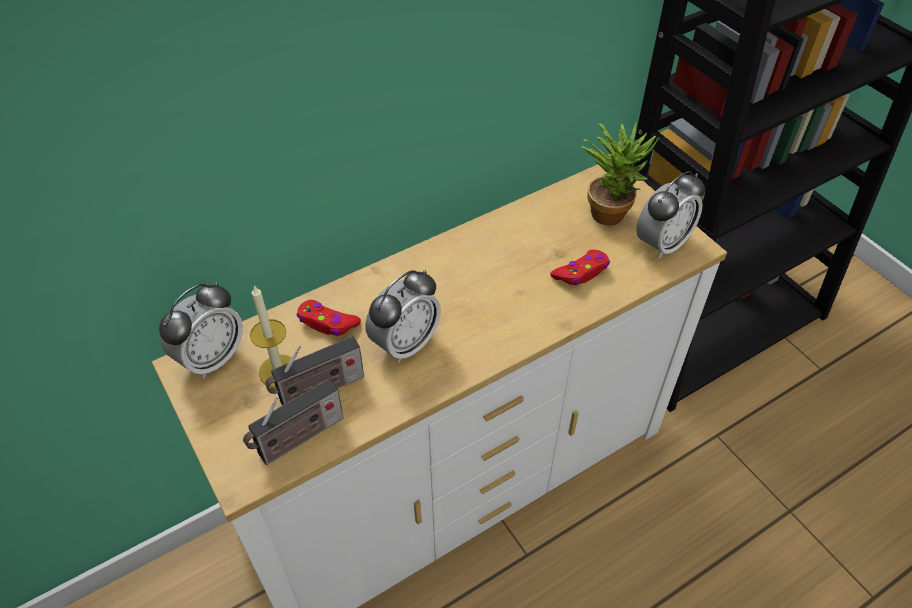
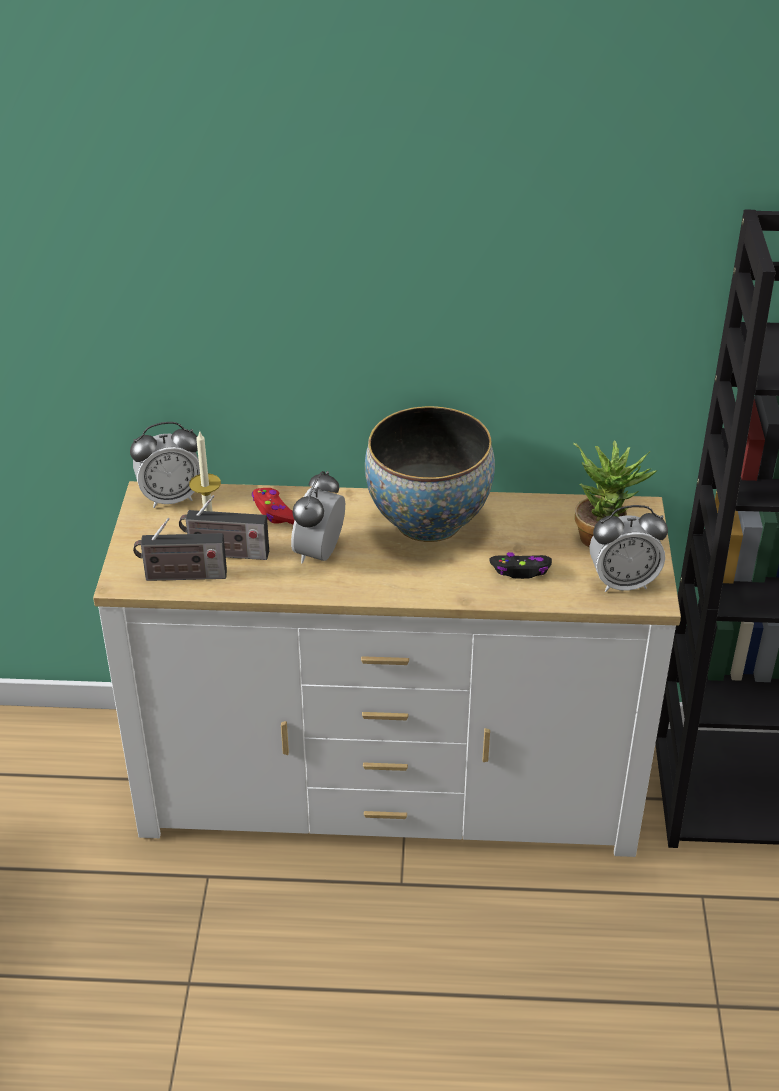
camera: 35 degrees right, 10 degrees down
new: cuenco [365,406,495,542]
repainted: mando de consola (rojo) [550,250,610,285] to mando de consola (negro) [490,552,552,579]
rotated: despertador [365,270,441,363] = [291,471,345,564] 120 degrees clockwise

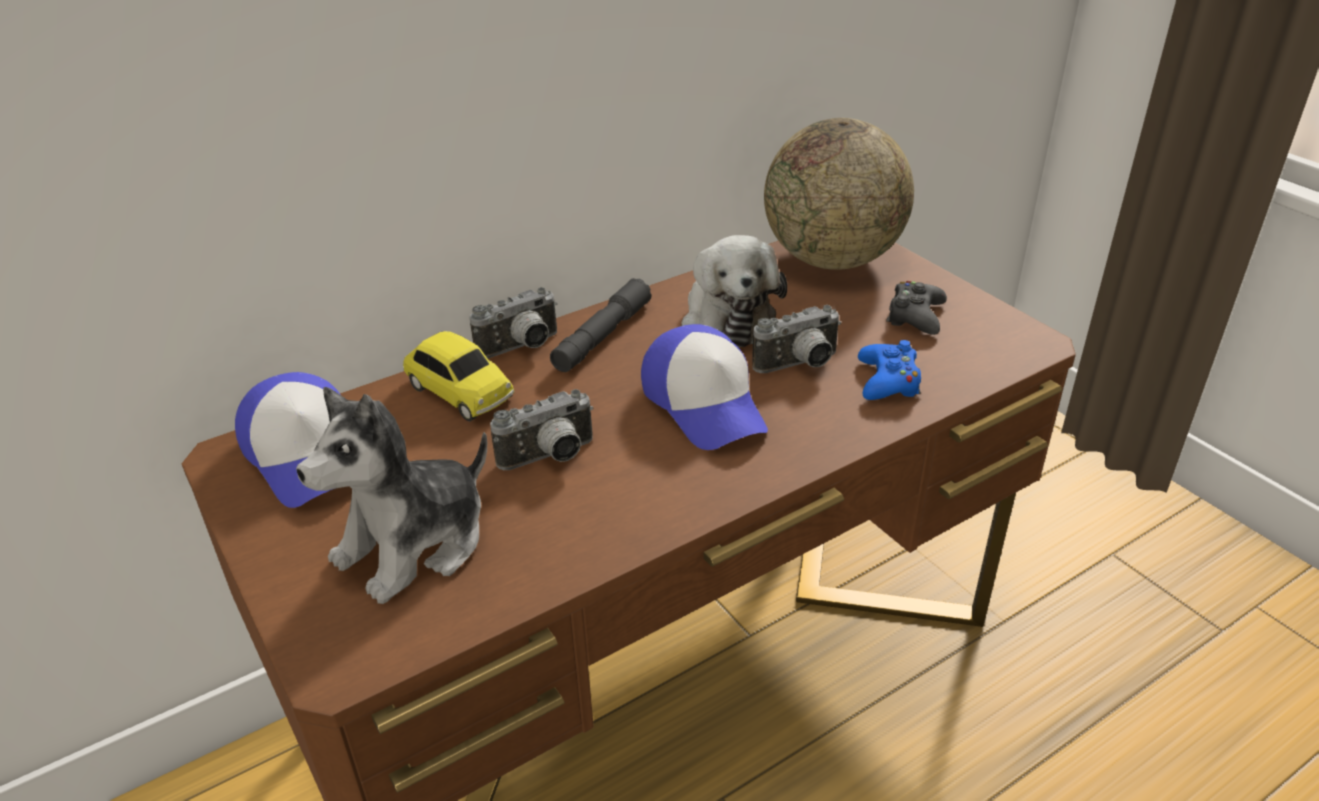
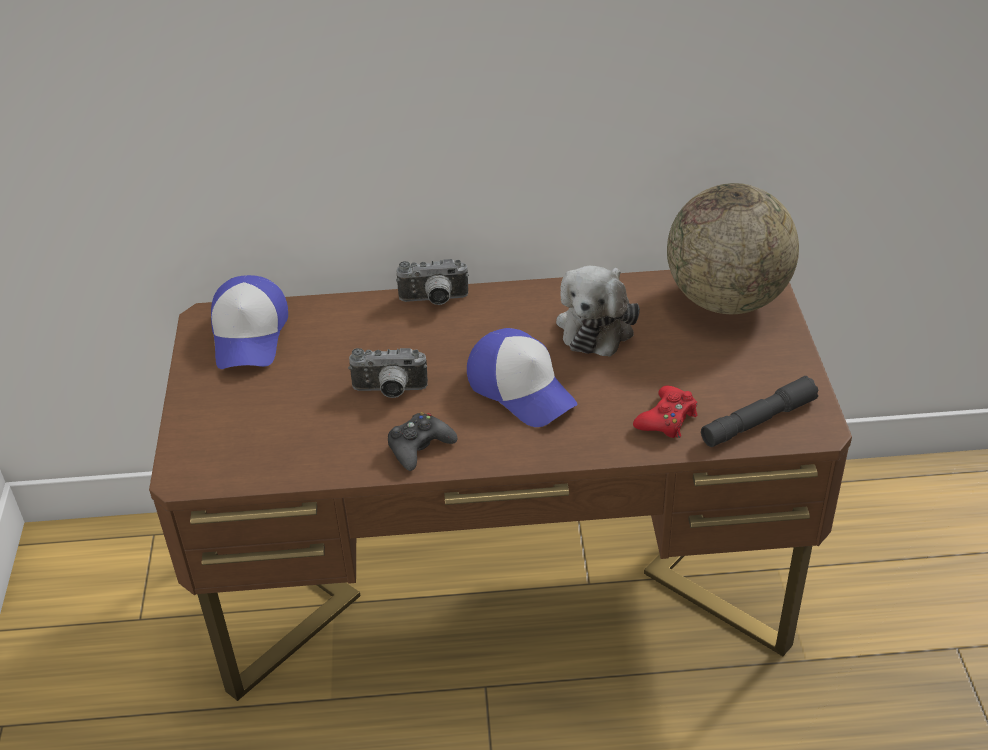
camera: 30 degrees right, 5 degrees up
gone: peluche [296,387,487,604]; coche de juguete [403,331,514,422]; cámara [752,305,841,373]
shifted: mando de consola (negro) [886,281,947,335] to [388,412,458,471]; linterna (gris) [550,278,652,372] to [701,376,819,447]
repainted: mando de consola (azul) [858,340,921,400] to mando de consola (rojo) [633,386,697,438]
rotated: gorra [641,324,768,450] = [467,328,577,427] 45 degrees counterclockwise

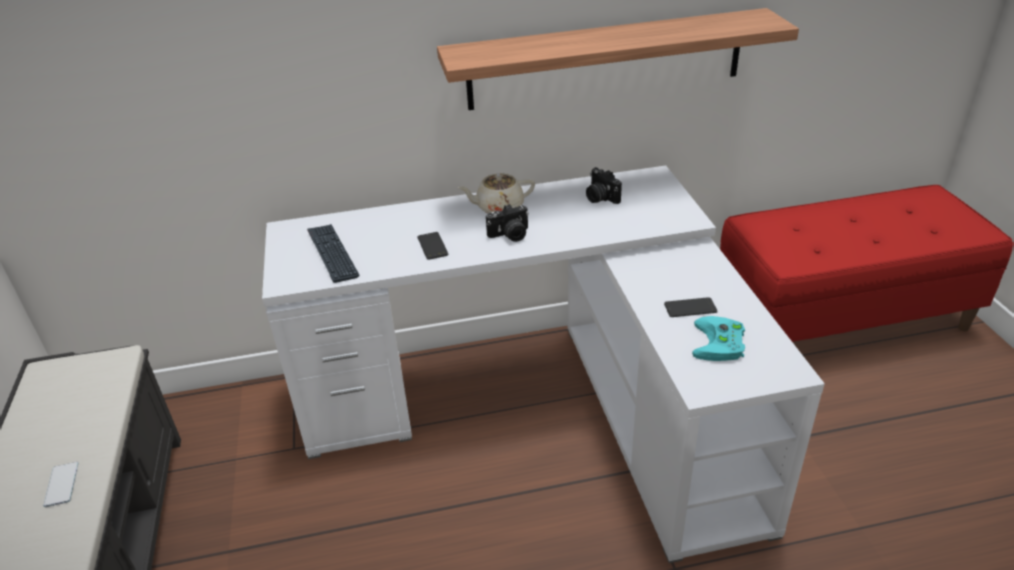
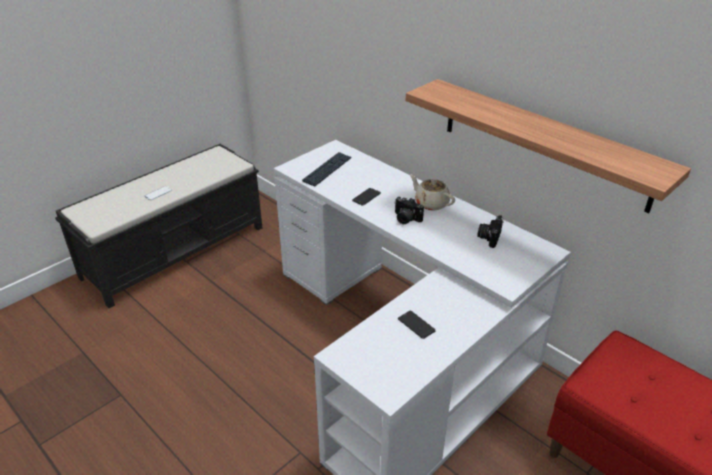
camera: 55 degrees right, 0 degrees up
gone: mando de consola (turquesa) [692,316,745,361]

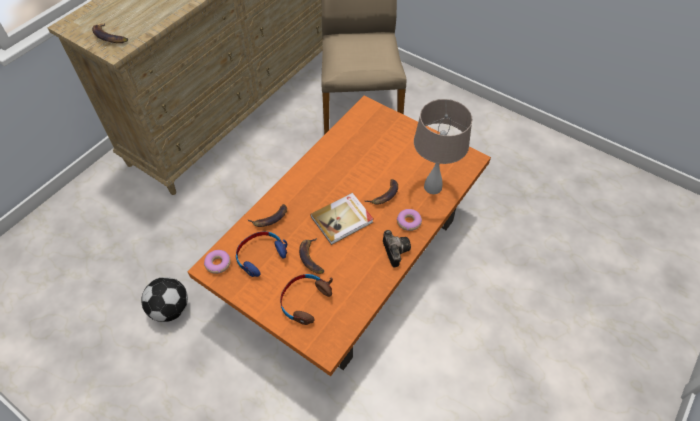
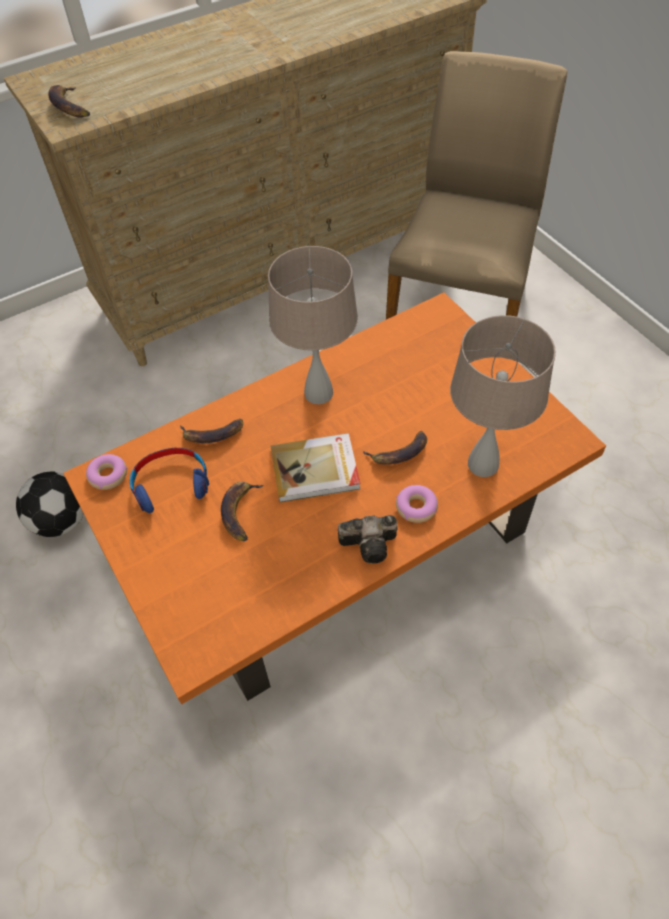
camera: 25 degrees right, 0 degrees up
gone: auriculares (marrón) [280,274,333,325]
new: lámpara de mesa (beis) [268,246,358,404]
rotated: cámara [383,230,411,267] = [338,515,397,564] 75 degrees clockwise

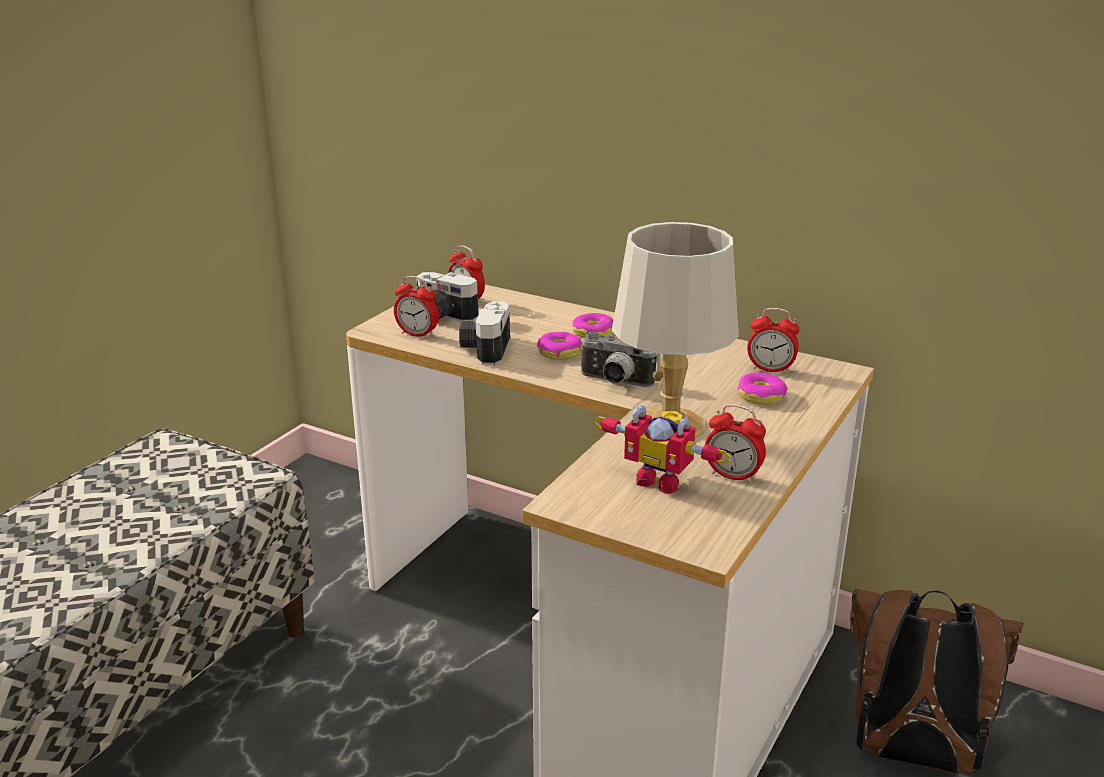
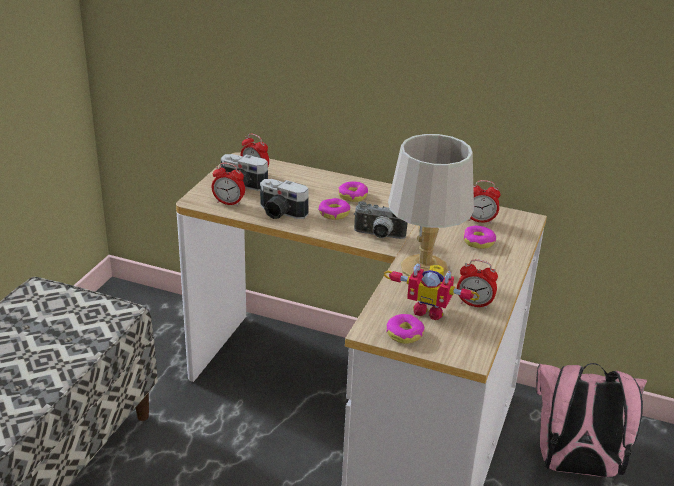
camera: 10 degrees left, 5 degrees up
new: rosquilla [386,314,425,344]
repainted: mochila (marrón) [850,588,1024,774] to mochila (rosa) [536,363,647,477]
rotated: cámara [459,301,510,365] = [260,179,309,219] 60 degrees counterclockwise

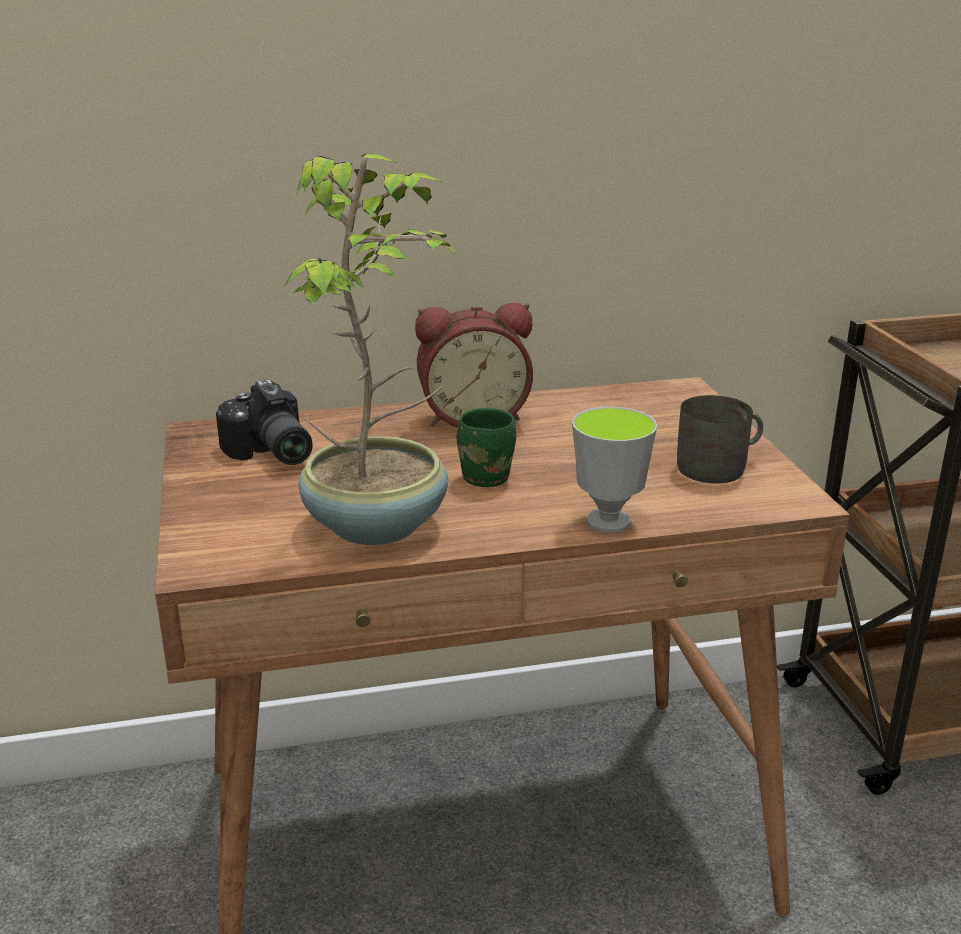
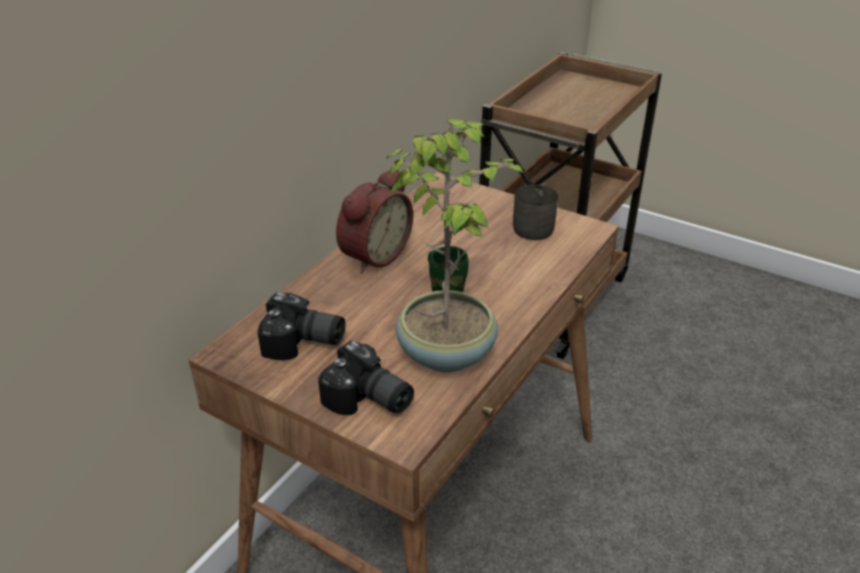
camera: 45 degrees left, 10 degrees up
gone: taza [572,407,657,533]
new: cámara [318,341,414,415]

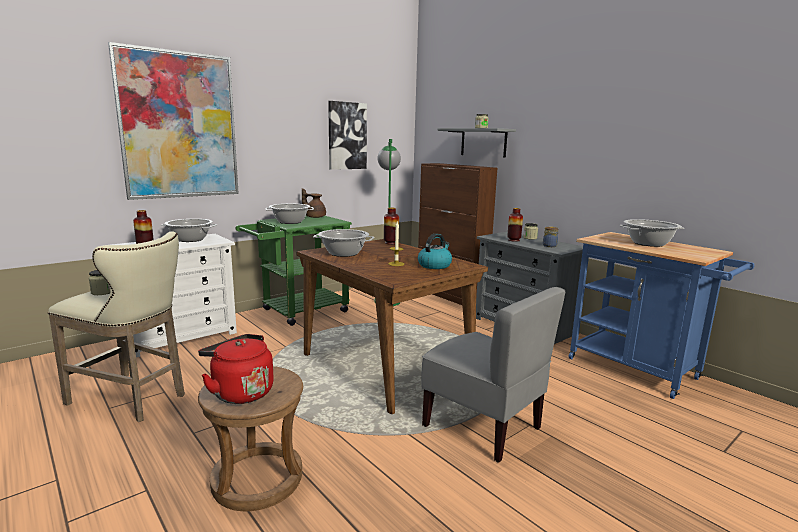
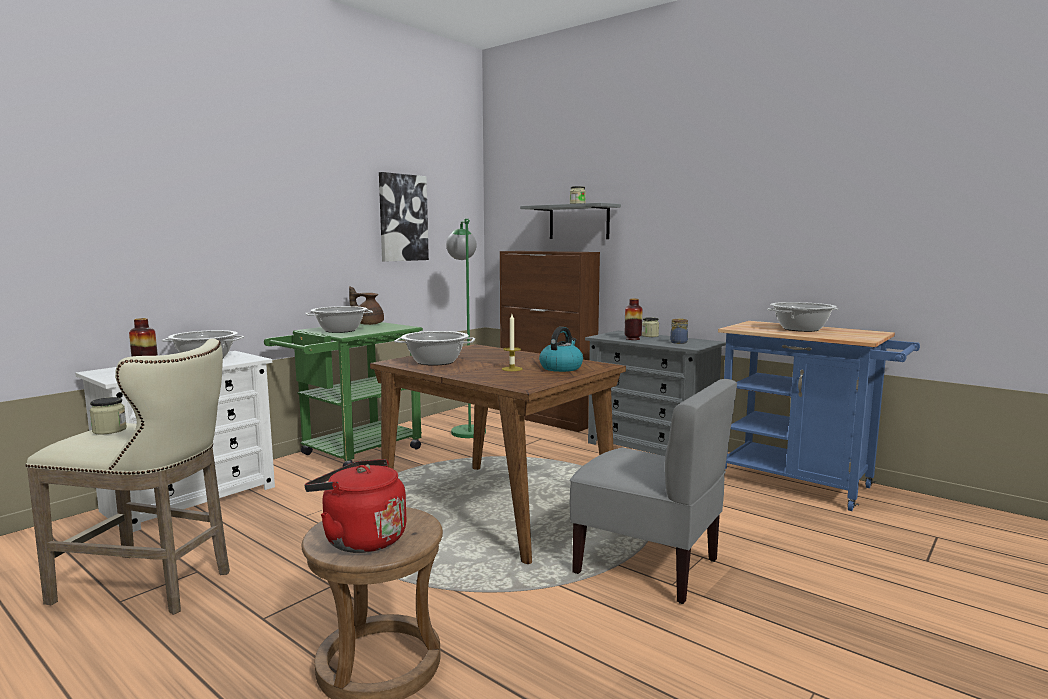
camera: 10 degrees left, 5 degrees down
gone: cuadro [108,42,239,200]; florero [384,208,399,245]

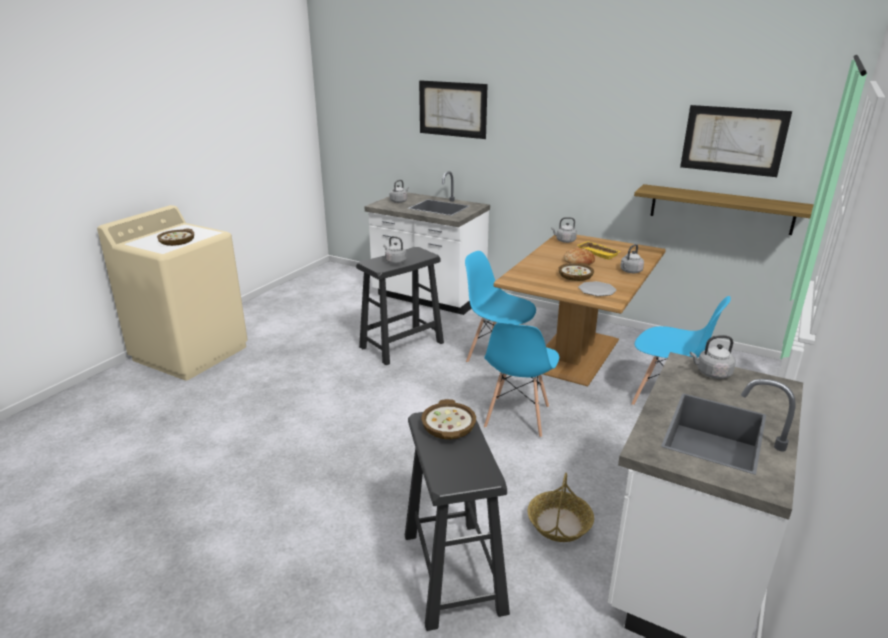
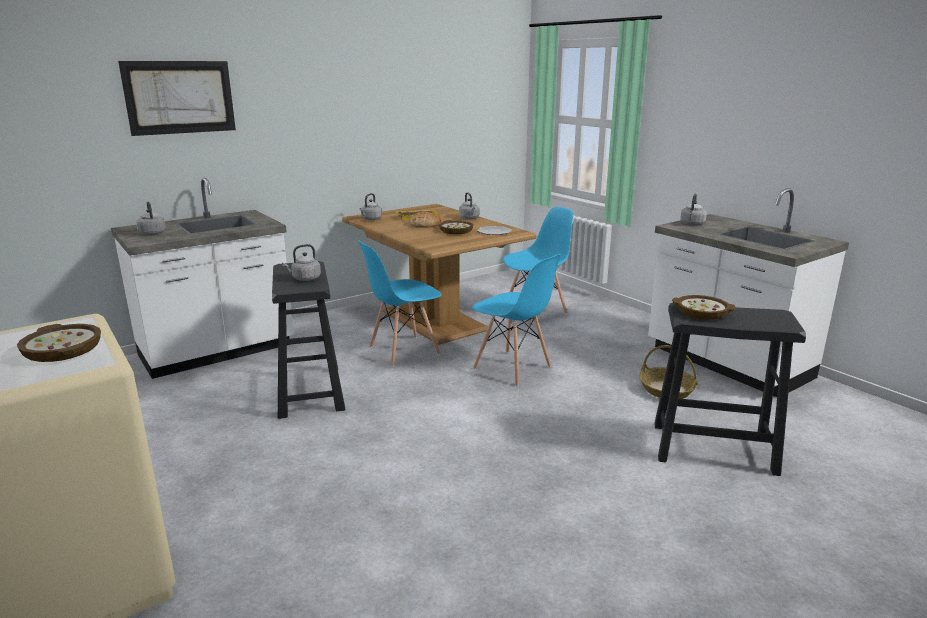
camera: 65 degrees left, 5 degrees down
gone: estante [634,184,814,235]; cuadro [680,105,792,177]

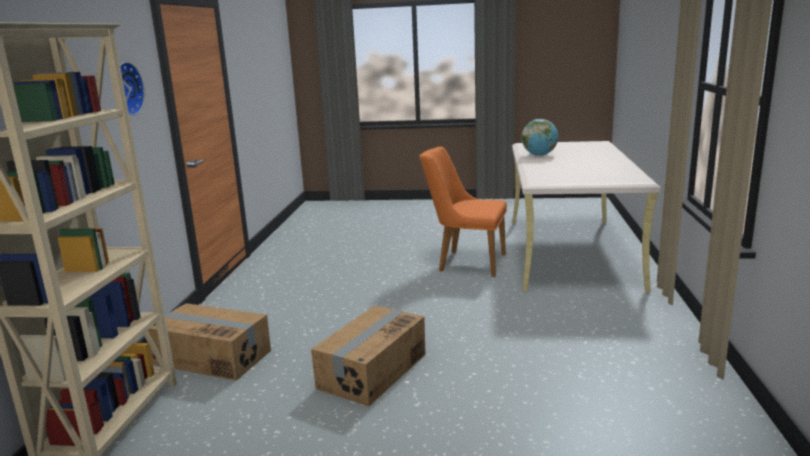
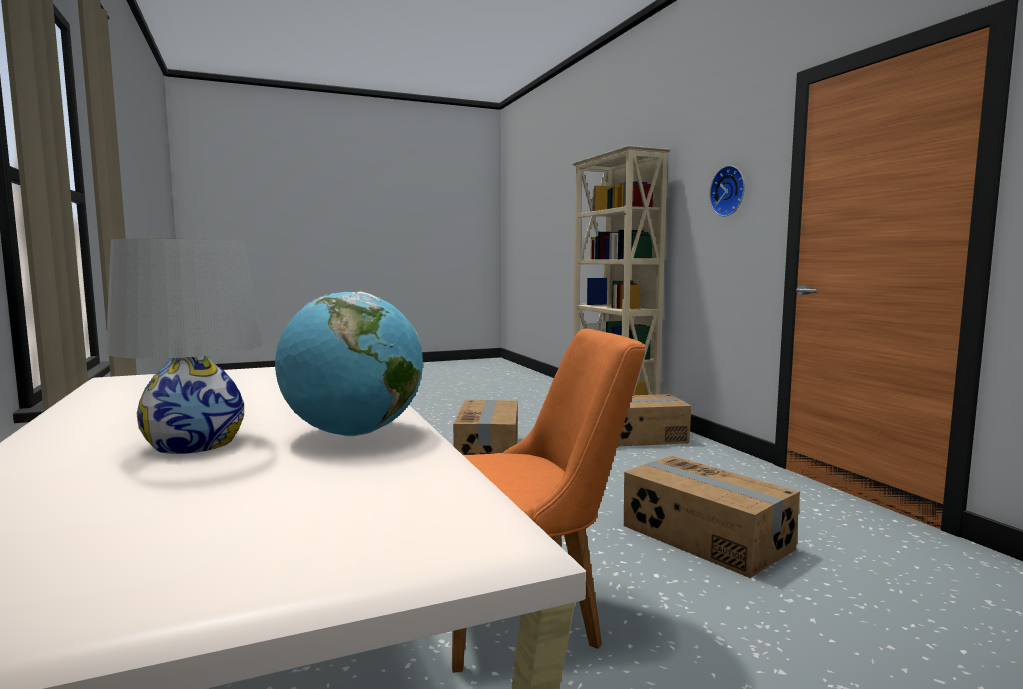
camera: 150 degrees right, 10 degrees down
new: lámpara de mesa (blanco) [106,239,263,454]; caja de cartón [624,456,800,578]

